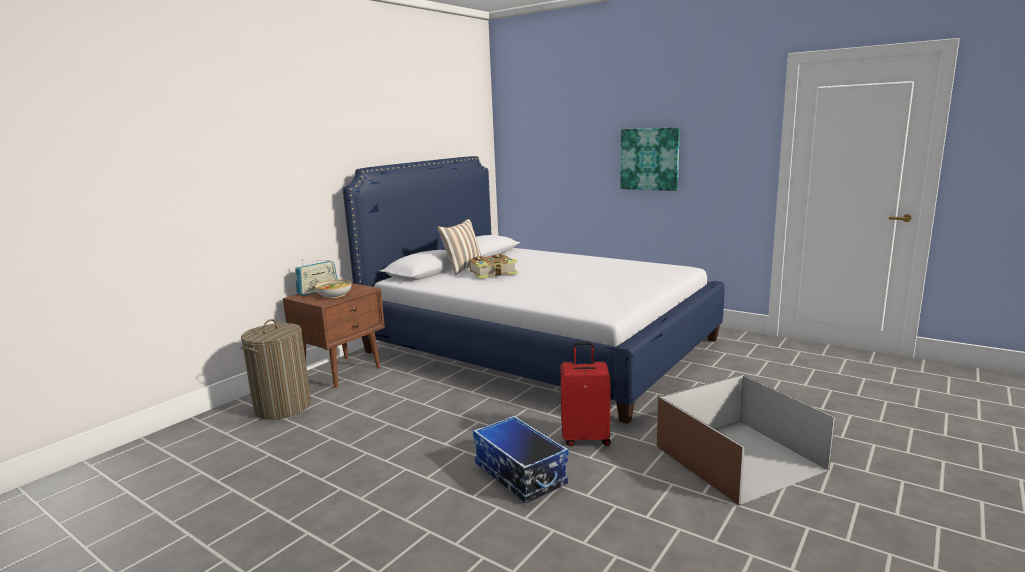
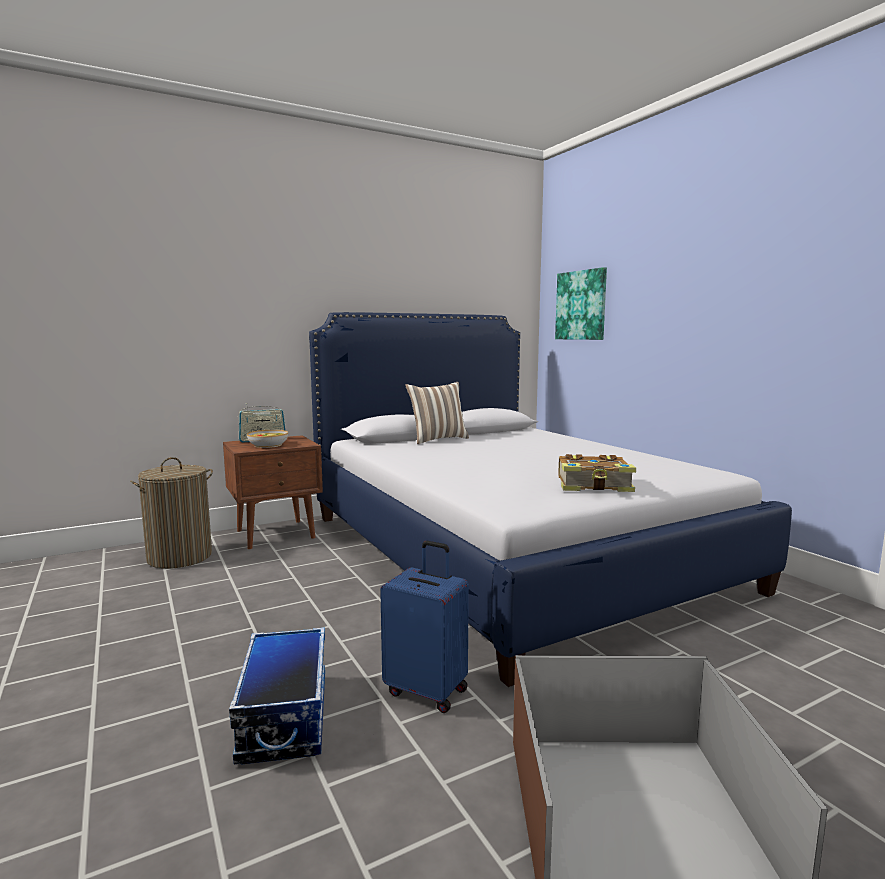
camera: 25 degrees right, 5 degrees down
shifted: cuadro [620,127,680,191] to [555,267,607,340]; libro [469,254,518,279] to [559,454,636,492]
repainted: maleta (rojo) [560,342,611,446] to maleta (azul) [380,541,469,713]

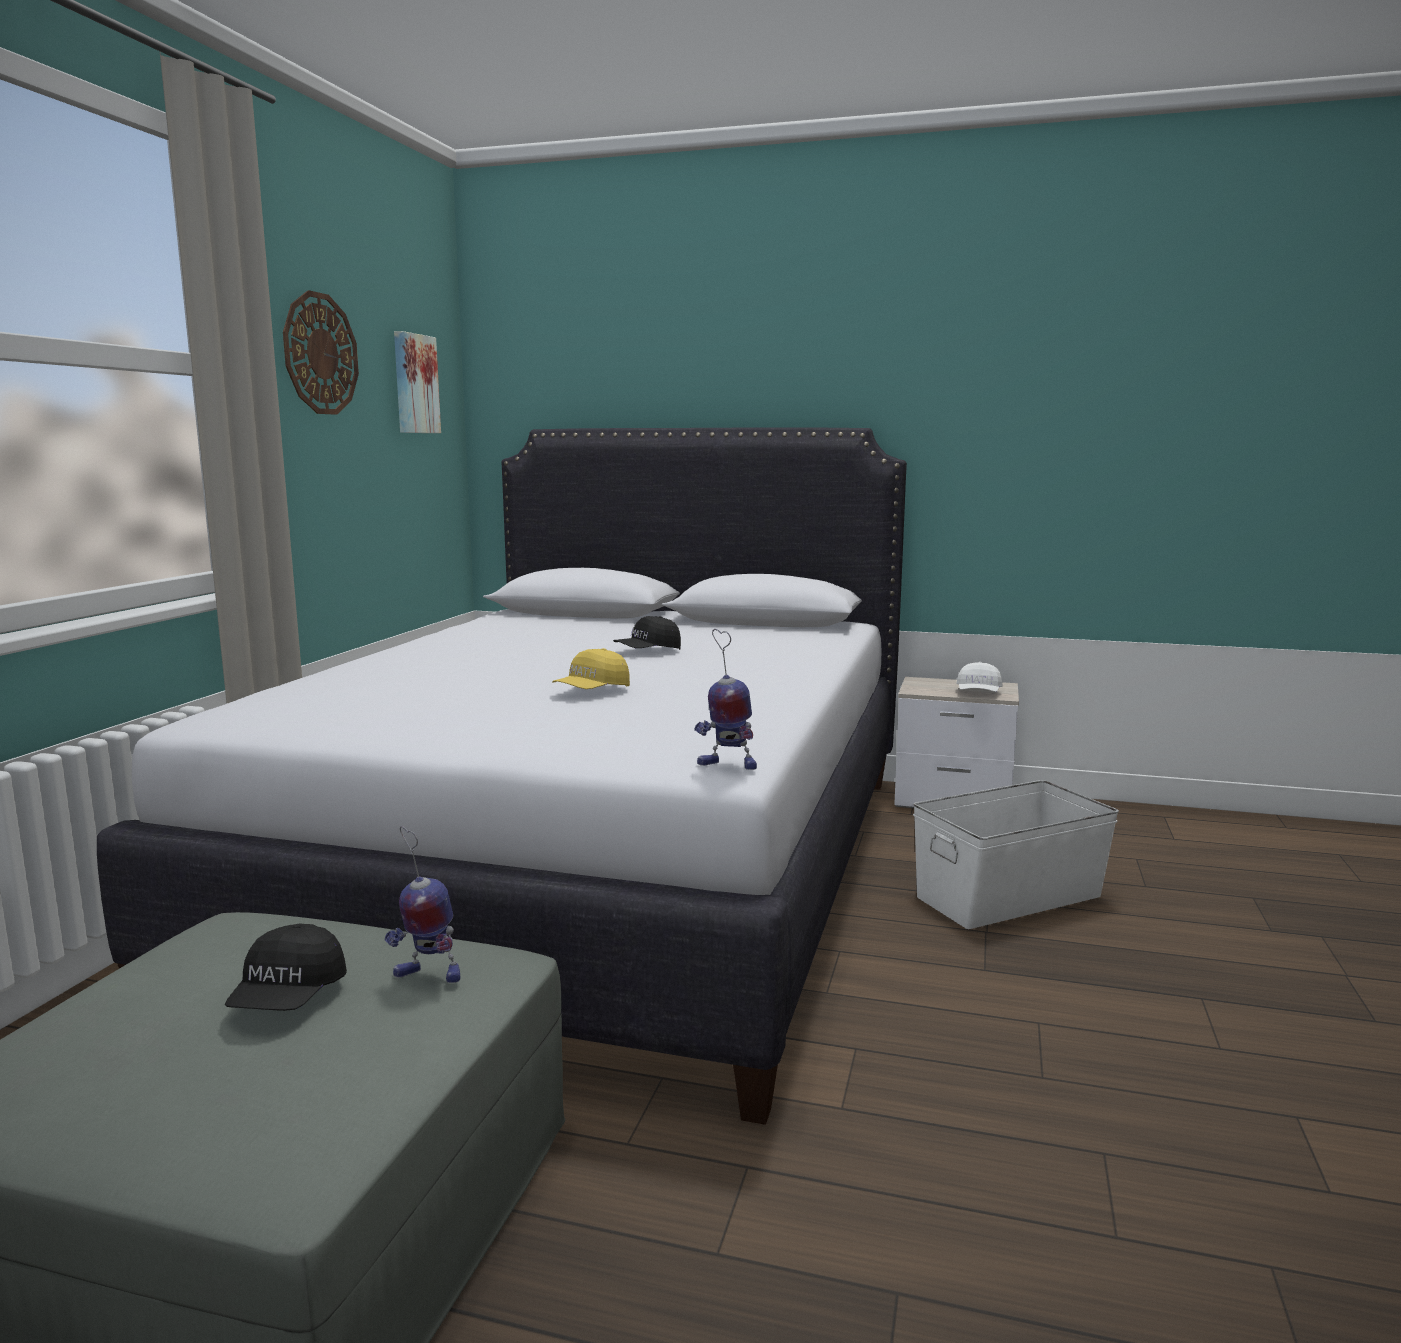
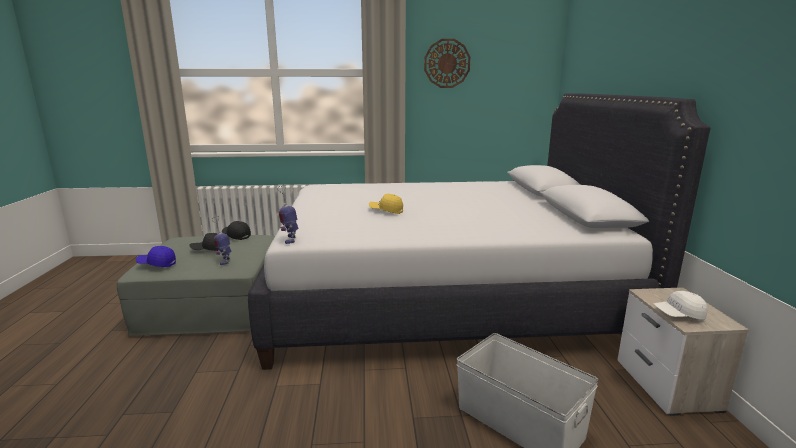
camera: 70 degrees right, 5 degrees up
gone: cuadro [394,331,441,433]
new: gorra (azul) [136,246,176,267]
shifted: gorra (negro) [613,616,681,650] to [222,221,251,240]

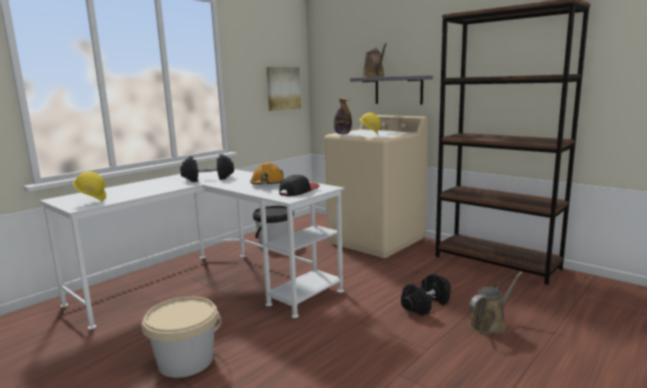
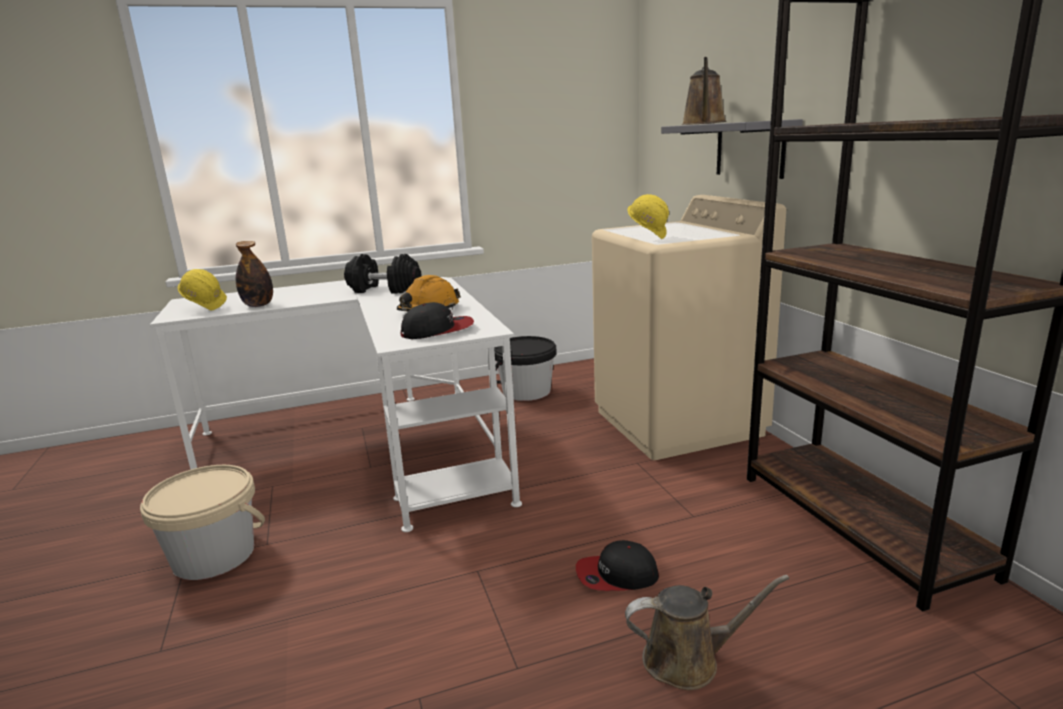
camera: 30 degrees right, 5 degrees up
gone: cuadro [266,67,301,111]
shifted: botella [334,98,352,135] to [236,241,273,307]
swapped: mancuerna (negro) [401,274,451,315] to gorra [576,540,659,591]

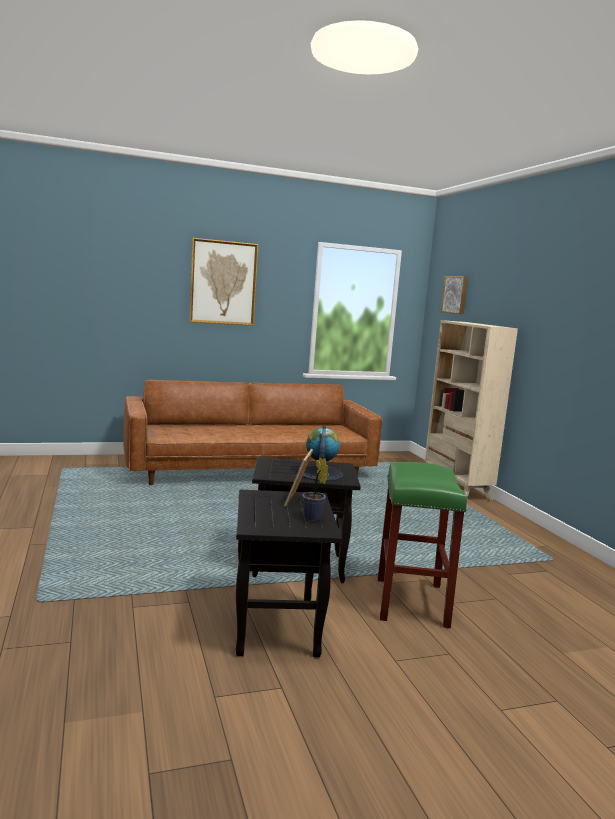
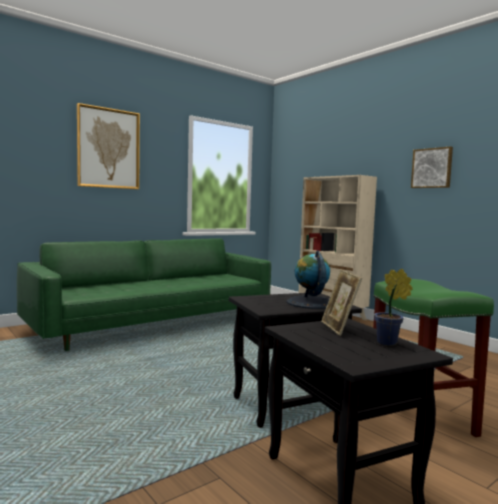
camera: 20 degrees left, 5 degrees down
shifted: cuadro [441,276,468,315] to [411,146,453,188]
repainted: sofá (marrón) [123,380,382,485] to sofá (verde) [17,238,271,351]

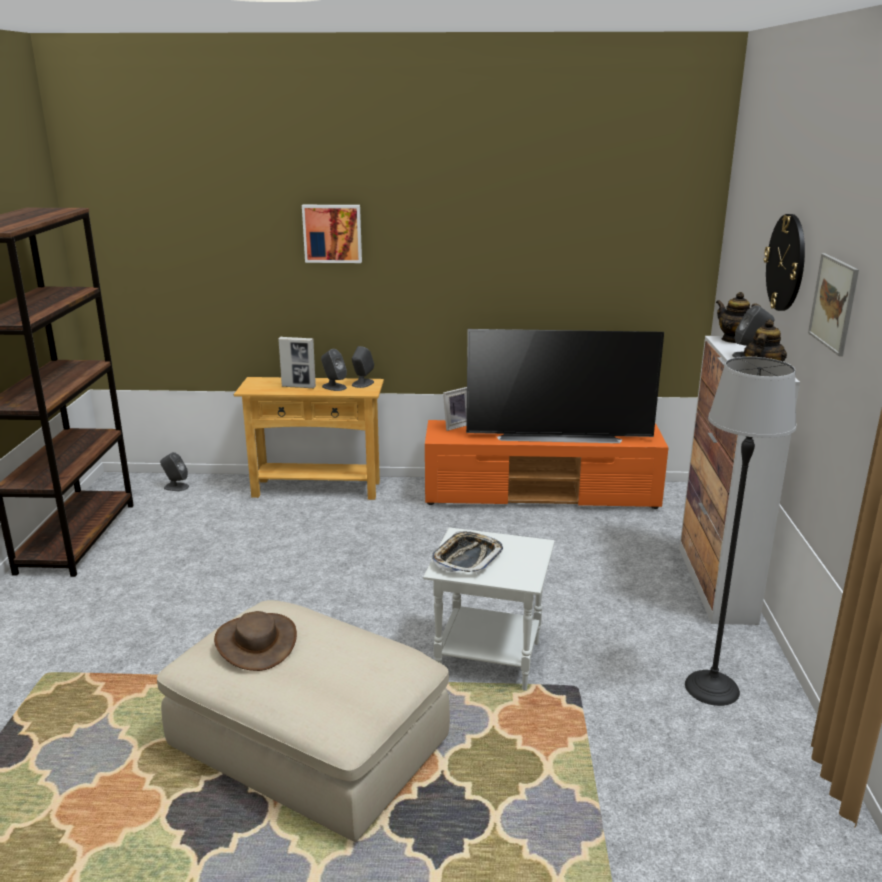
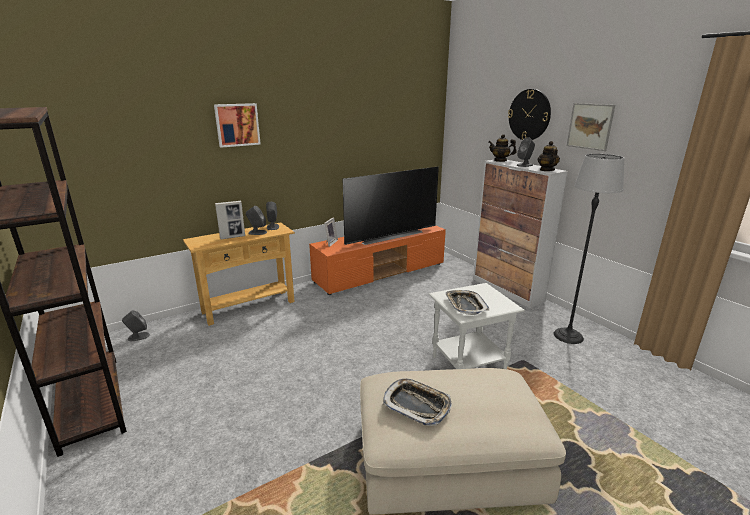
camera: 35 degrees left, 0 degrees up
swapped: sombrero (marrón) [214,611,297,671] to bandeja [383,379,452,426]

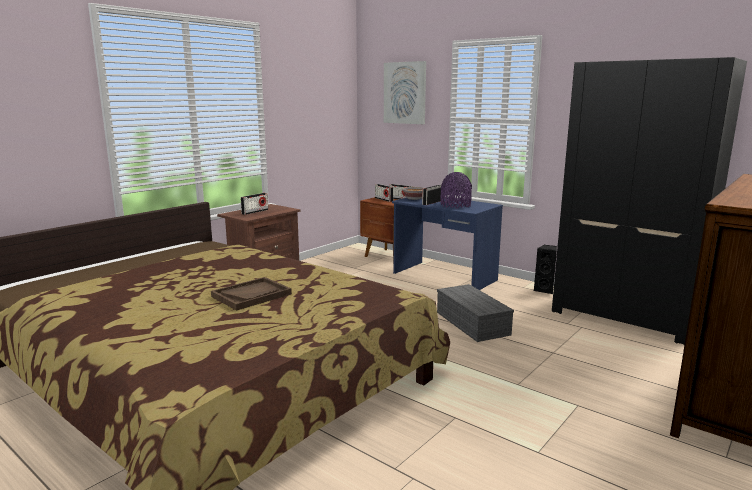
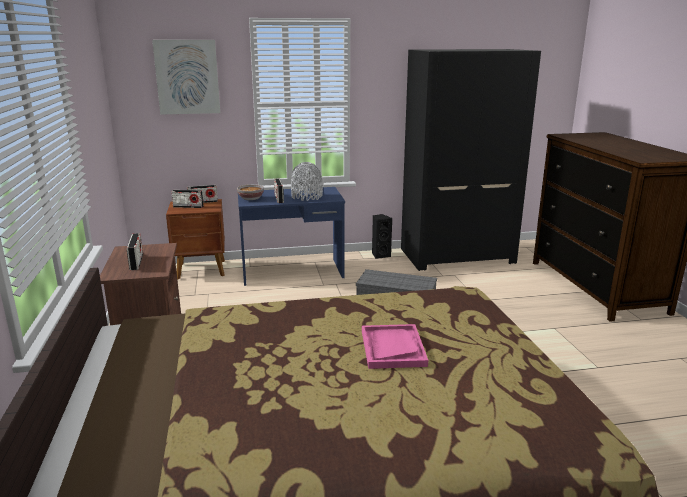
camera: 50 degrees left, 5 degrees up
repainted: florero (morado) [441,172,472,209] to florero (gris) [291,162,323,201]; bandeja (marrón) [211,277,292,311] to bandeja (rosa) [362,324,428,369]

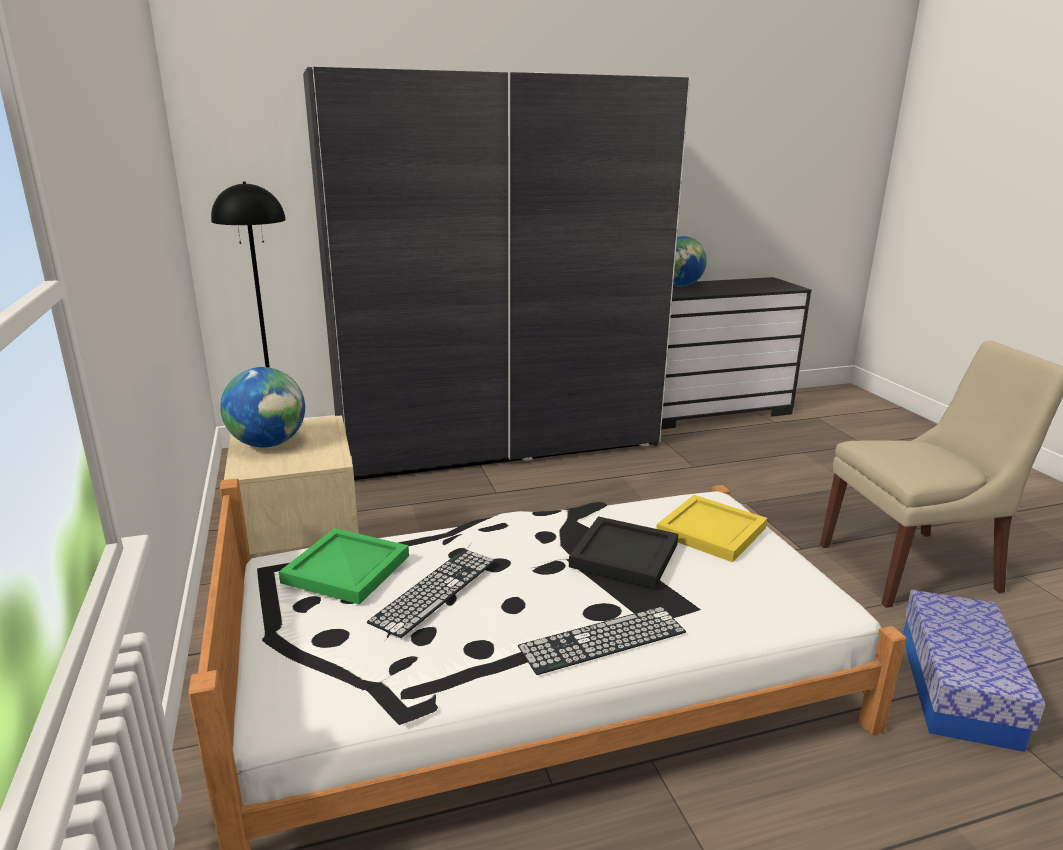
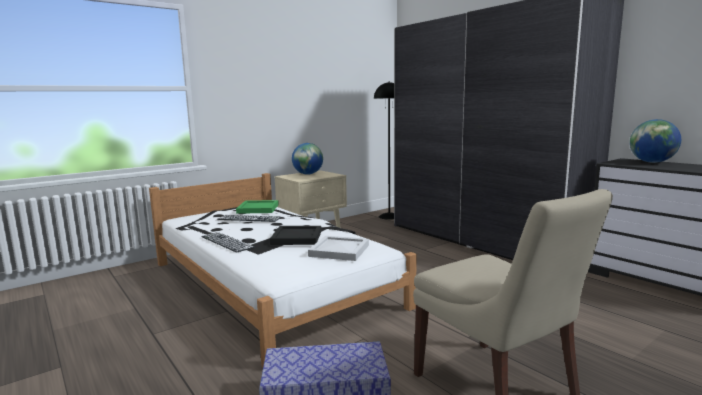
camera: 70 degrees right, 10 degrees down
repainted: bandeja (amarillo) [656,495,767,562] to bandeja (blanco) [308,236,369,261]

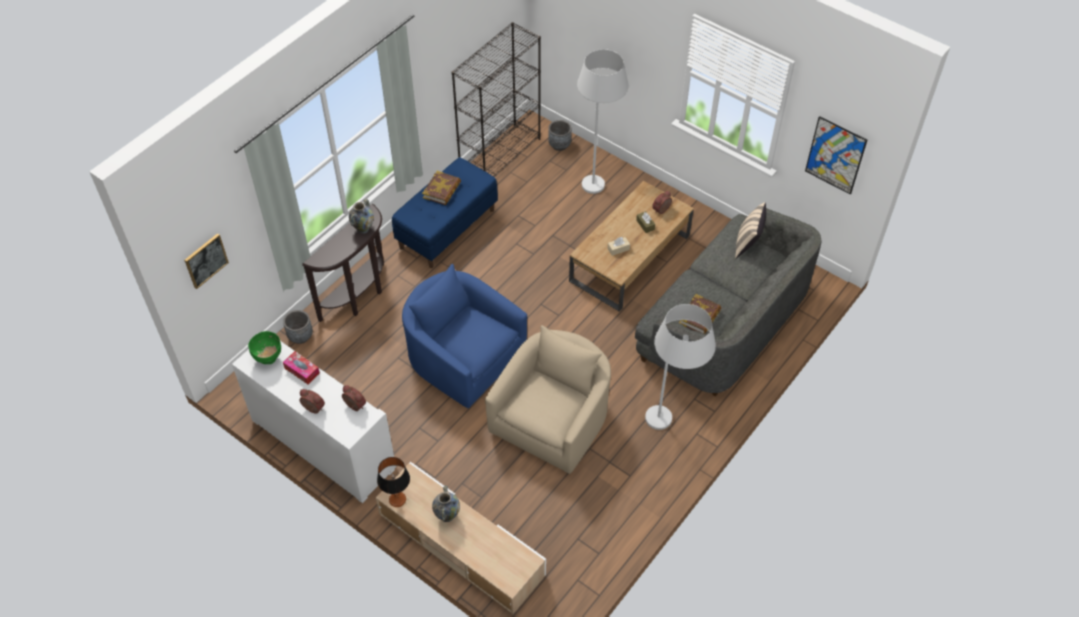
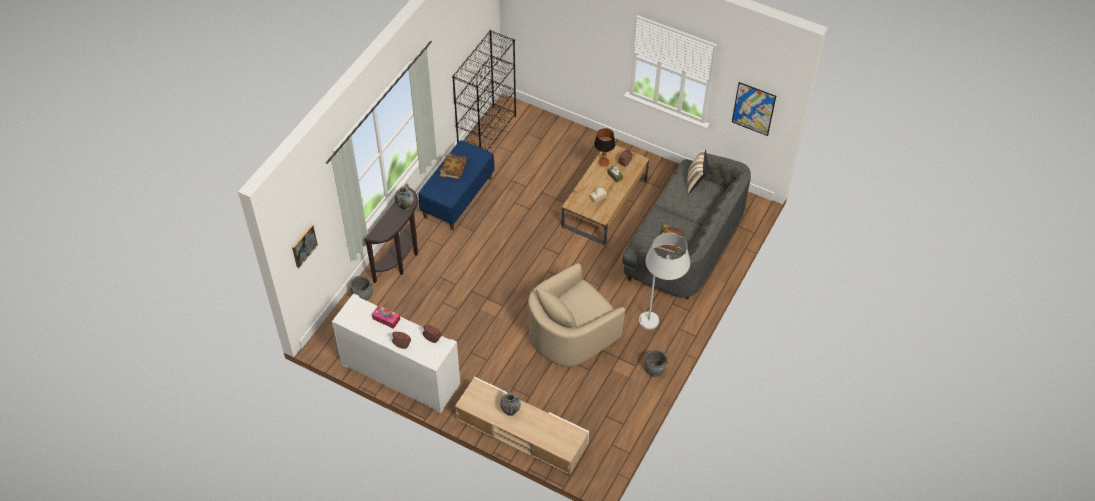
camera: 10 degrees left, 0 degrees up
gone: cuenco (verde) [248,331,281,364]; sillón (azul) [402,264,527,408]; lámpara de pie (blanco) [577,49,628,194]
shifted: lámpara de mesa [377,457,410,507] to [594,128,615,167]; maceta (gris) [548,120,572,151] to [644,349,667,377]
rotated: sillón (beis) [485,325,611,474] = [528,263,625,367] 150 degrees counterclockwise

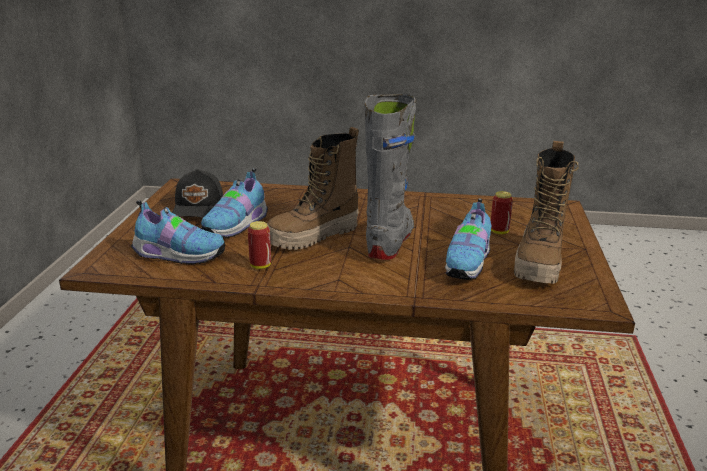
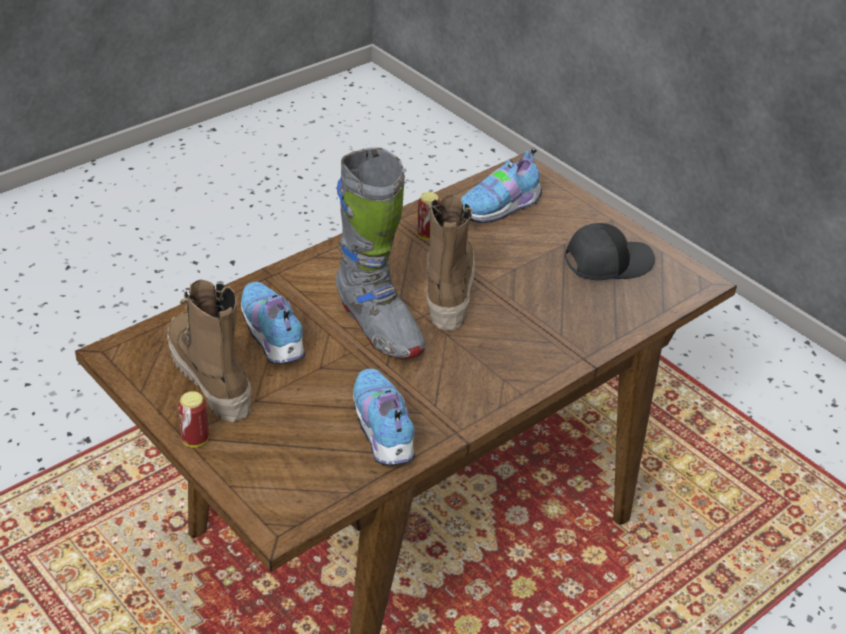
camera: 130 degrees right, 15 degrees up
shifted: lata [491,191,513,234] to [178,391,209,448]; zapato [201,168,268,238] to [353,369,415,466]
rotated: gorra (negro) [172,169,223,218] = [565,223,655,280] 120 degrees clockwise

